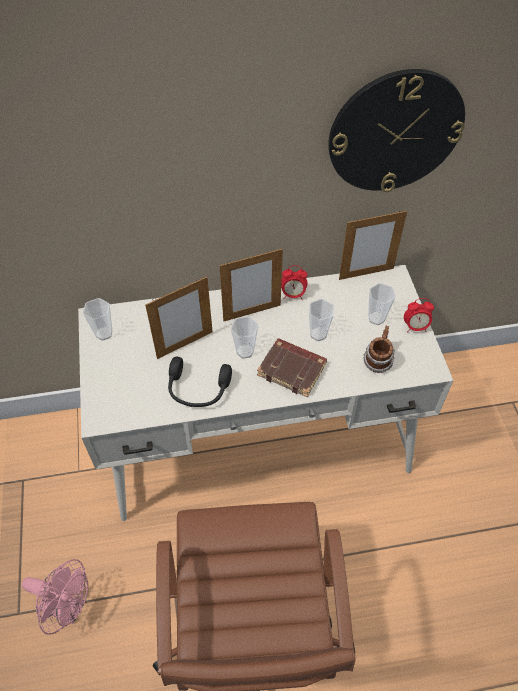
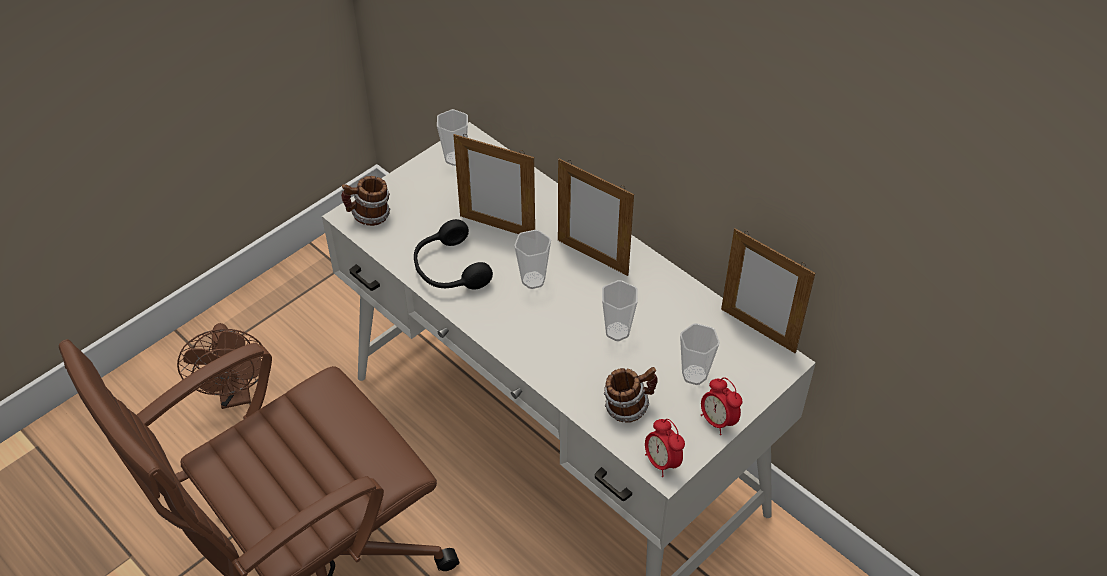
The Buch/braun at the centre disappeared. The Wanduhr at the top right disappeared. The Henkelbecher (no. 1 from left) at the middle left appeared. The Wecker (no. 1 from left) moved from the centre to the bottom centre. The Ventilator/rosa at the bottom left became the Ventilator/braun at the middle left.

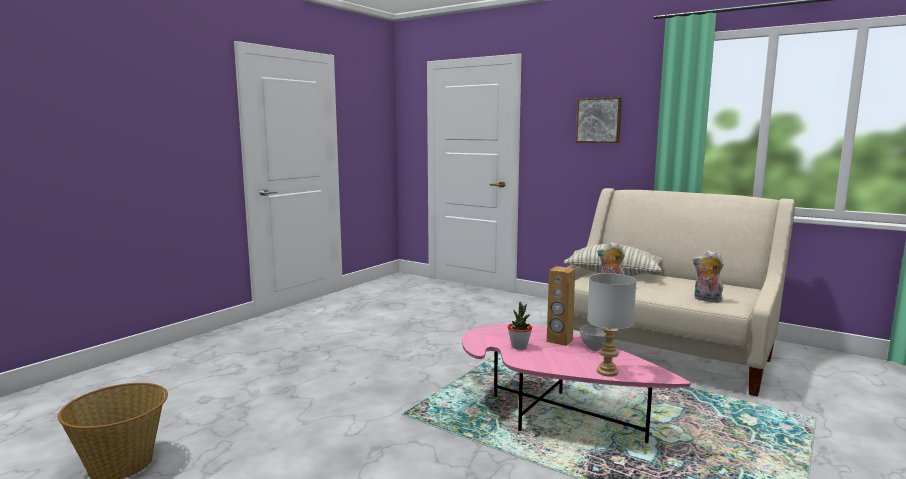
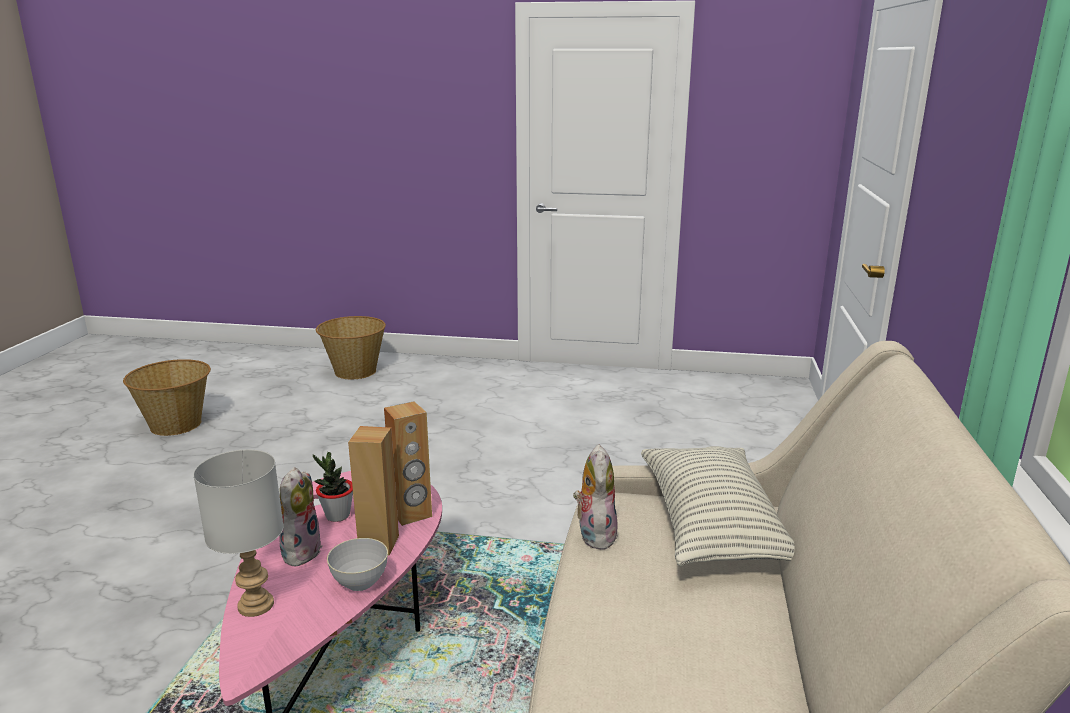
The Bild at the top centre disappeared. The Korb (no. 2 from left) at the middle left appeared. The Lautsprecher/braun (no. 2 from left) at the centre appeared. The Plüschtier (no. 2 from left in the first image) moved from the middle right to the bottom left.

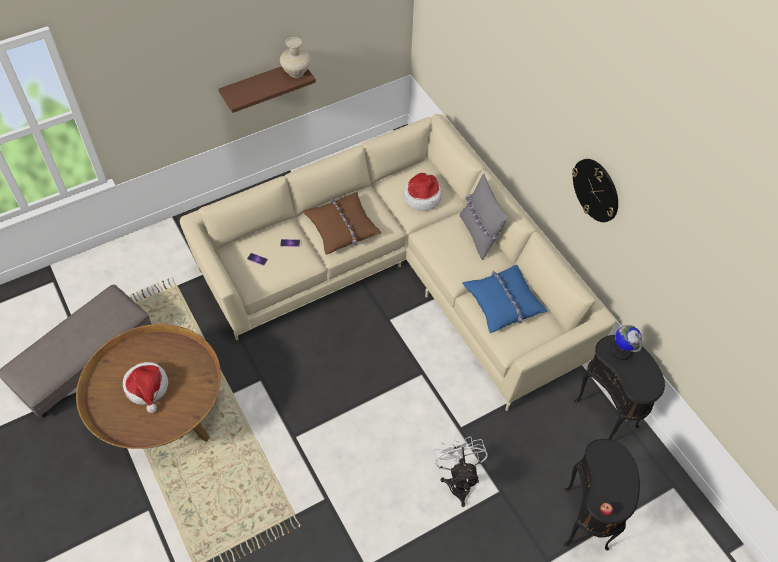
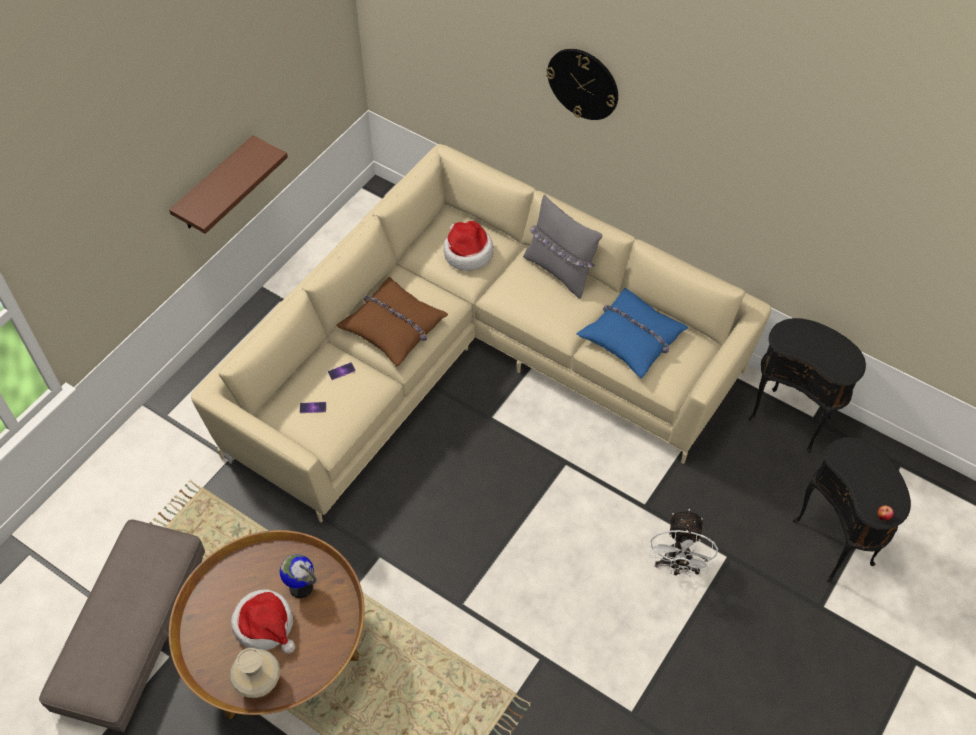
The Vase/beige moved from the top centre to the bottom left. The Wanduhr moved from the middle right to the top centre. The Globus moved from the middle right to the bottom left. The Ventilator/weiß at the bottom centre turned 135 degrees counterclockwise.

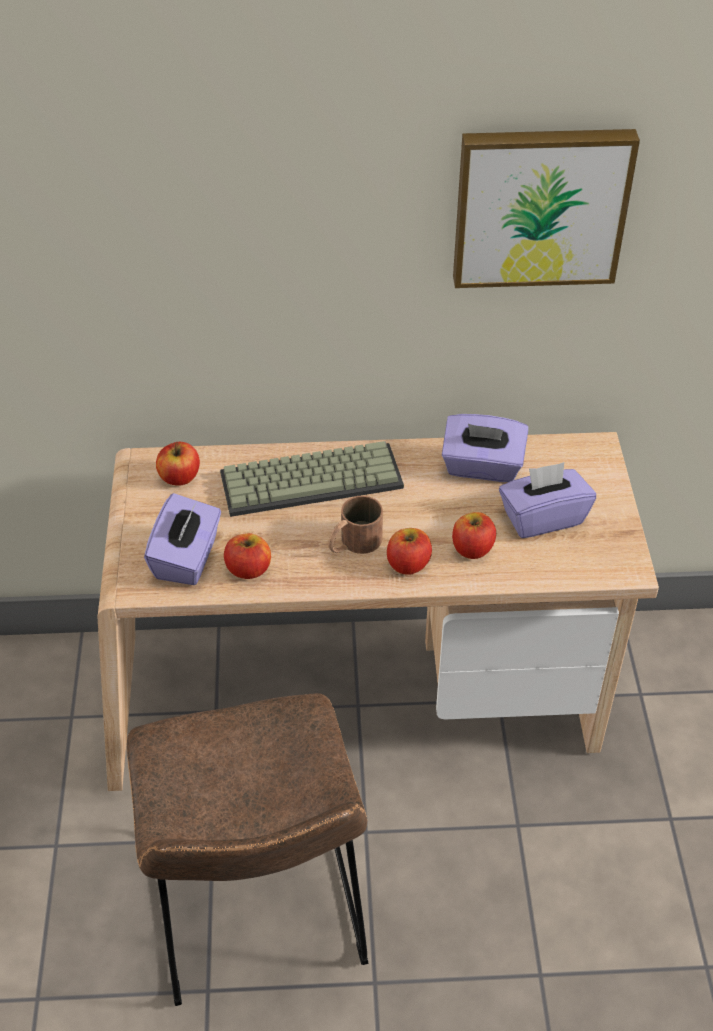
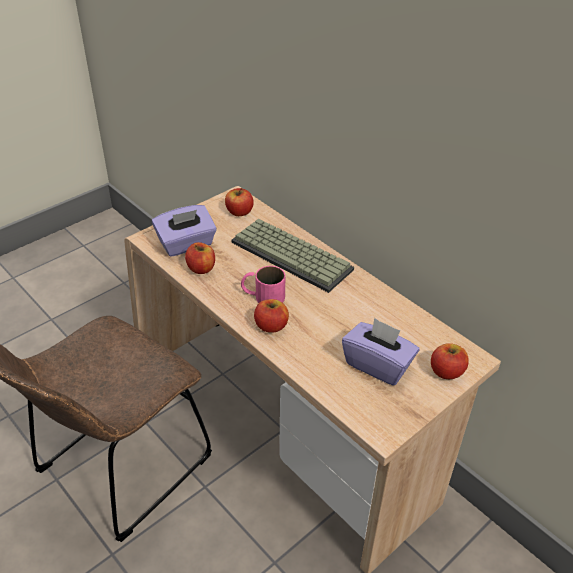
The Taschentuchbox/lila (no. 2 from left) at the middle right disappeared. The Bild at the top right disappeared. The Apfel (no. 4 from left) moved from the centre to the middle right. The Henkelbecher/braun at the centre became the Henkelbecher/rosa at the centre.

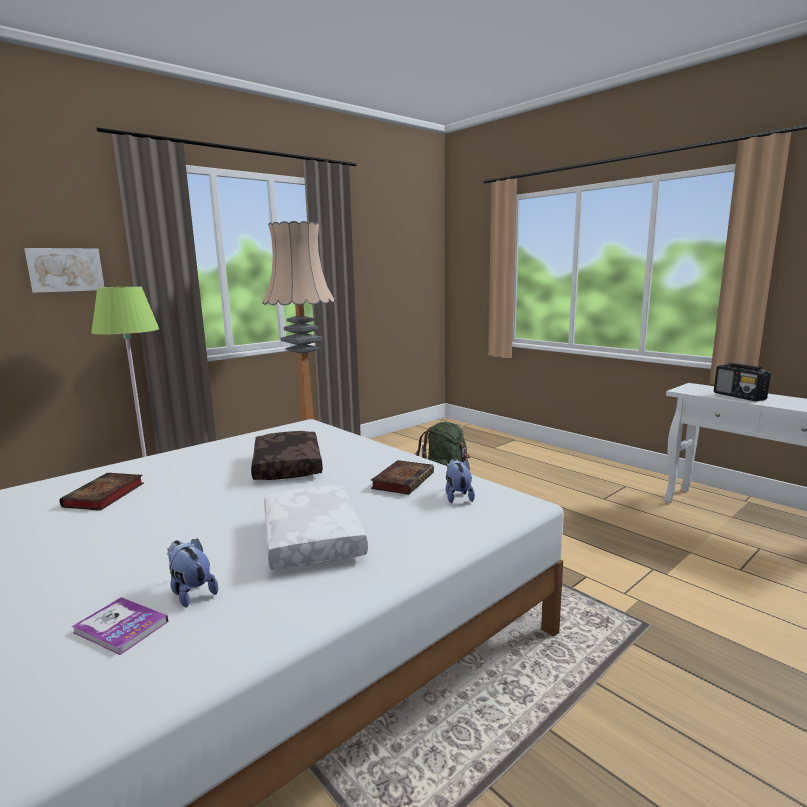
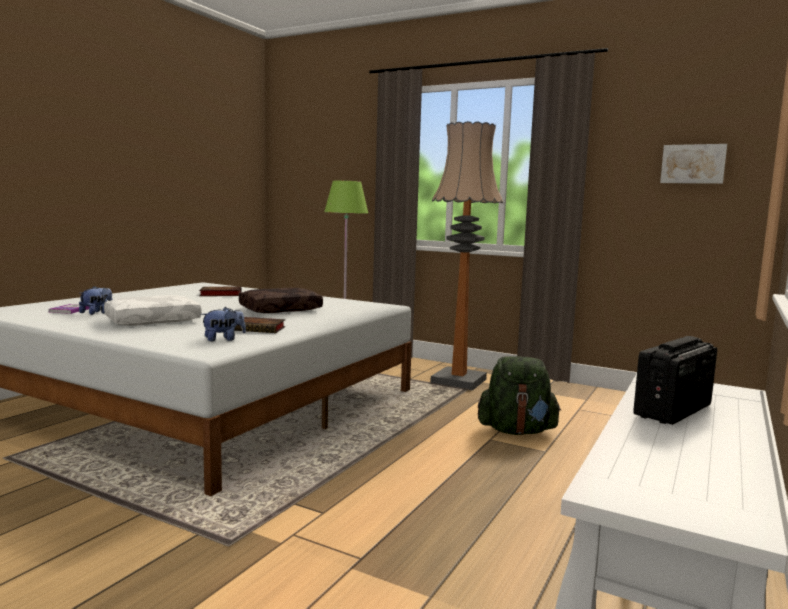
The Bild moved from the middle left to the top right.

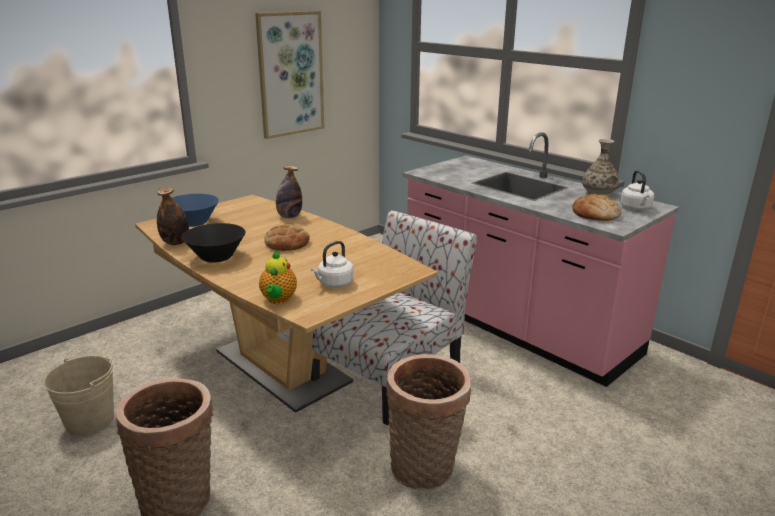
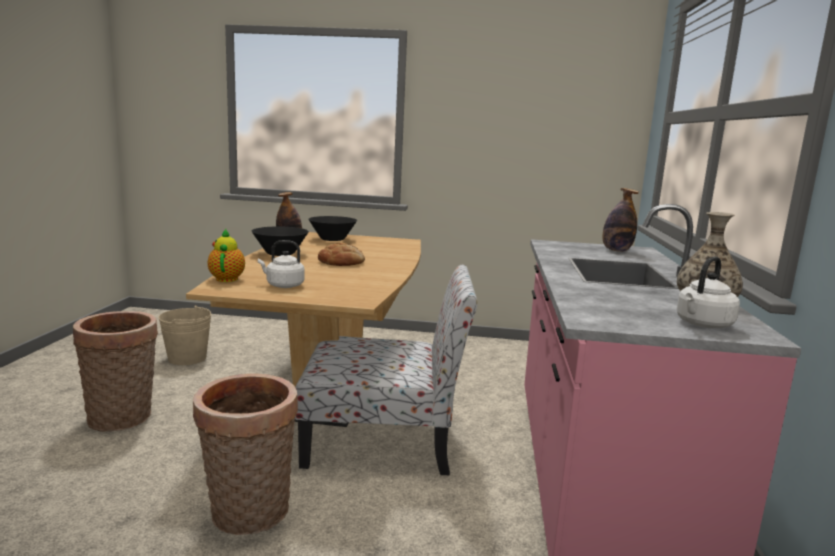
The Bild at the top centre disappeared. The Brot (no. 2 from left) at the middle right disappeared. The Flasche (no. 2 from left) moved from the centre to the middle right. The Schüssel/blau at the middle left became the Schüssel/schwarz (no. 2 from left) at the centre. The Teekanne at the centre turned 120 degrees clockwise.

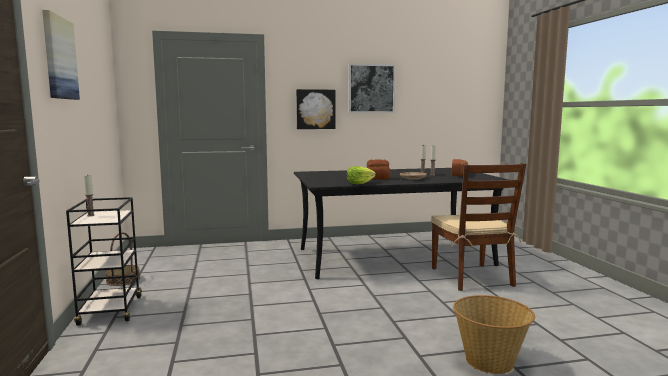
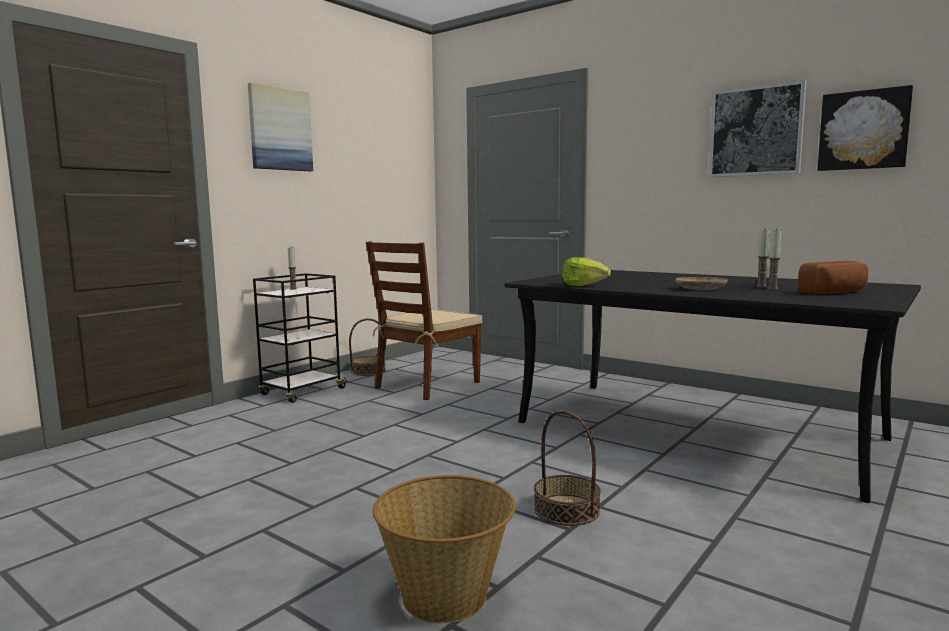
The Brot (no. 1 from left) at the centre disappeared. The Korb (no. 3 from left) at the bottom centre appeared. The Bild (no. 2 from left in the first image) moved from the top centre to the top right. The Stuhl/braun moved from the middle right to the centre.

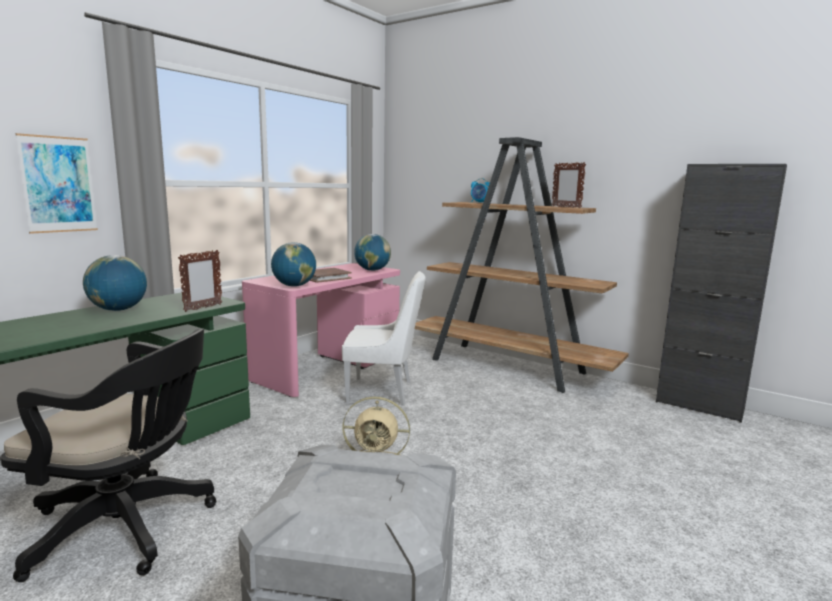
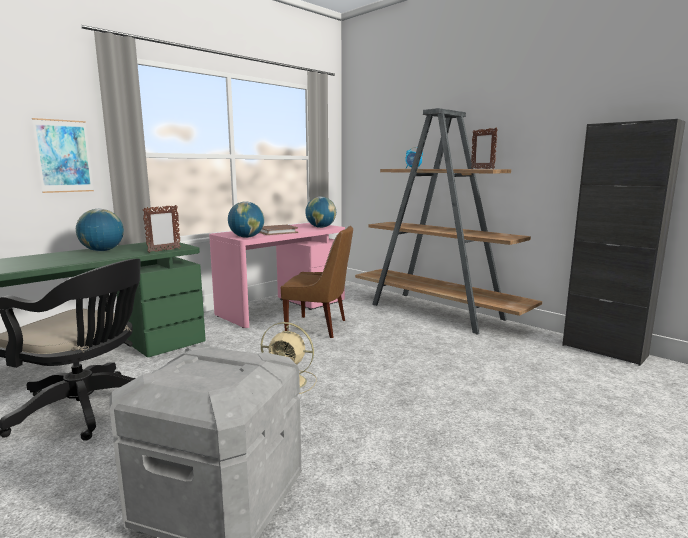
The Stuhl/weiß at the centre became the Stuhl/braun at the centre.

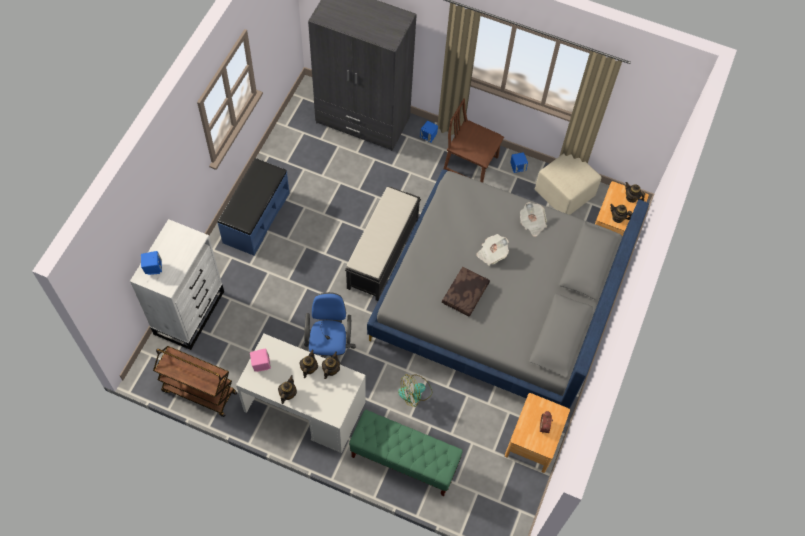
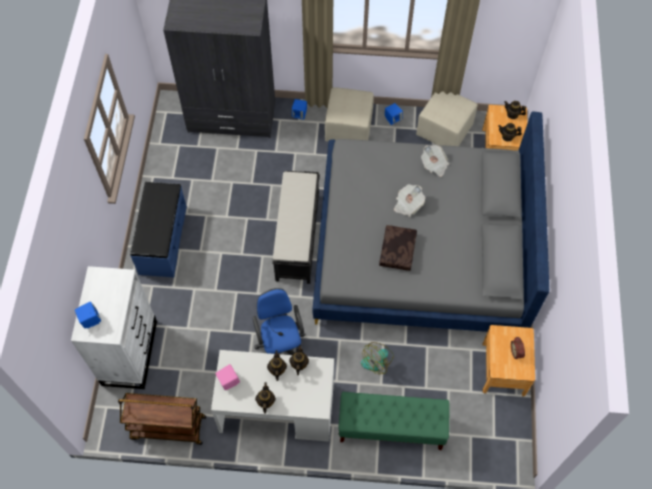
The Stuhl/braun at the top centre was replaced by the Polsterhocker/beige (no. 1 from left) at the top centre.

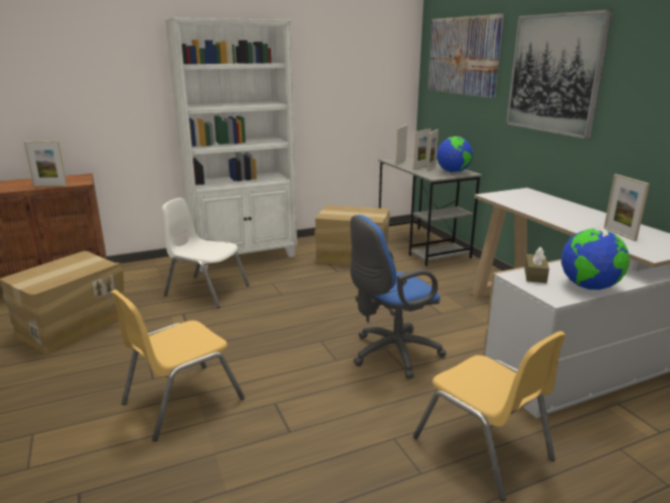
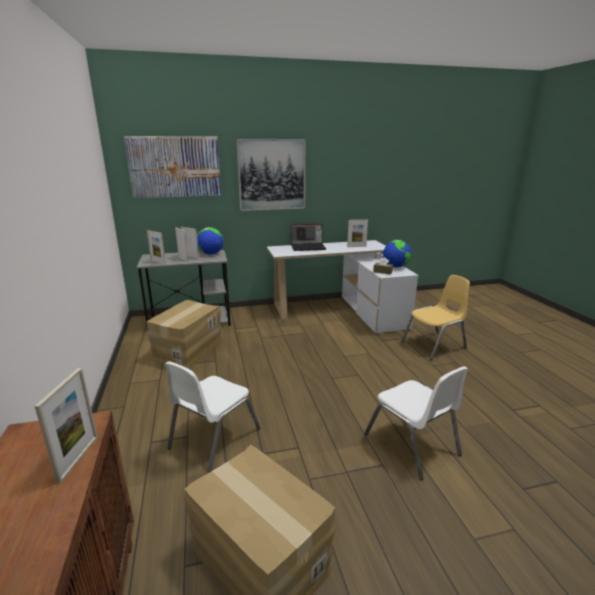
The Bücherregal/weiß at the top centre disappeared. The Bürostuhl/blau at the centre disappeared. The Laptop at the centre appeared. The Stuhl/gelb (no. 1 from left) at the bottom left became the Stuhl/weiß (no. 2 from left) at the bottom right.

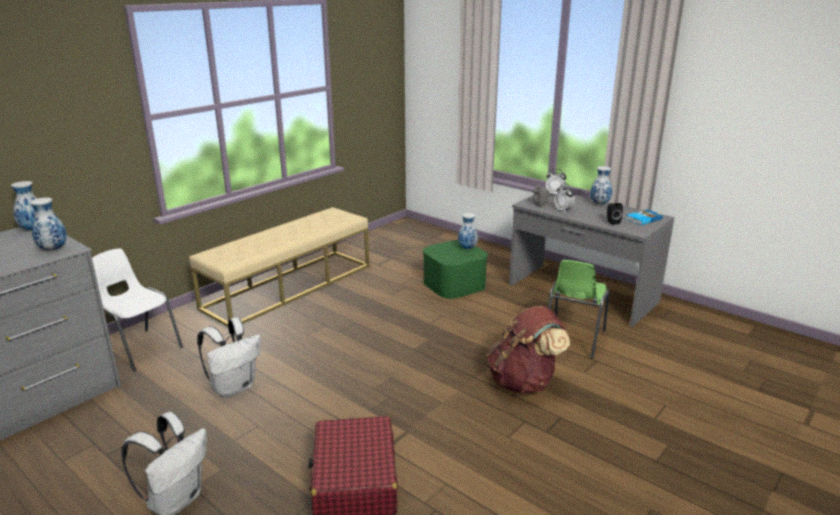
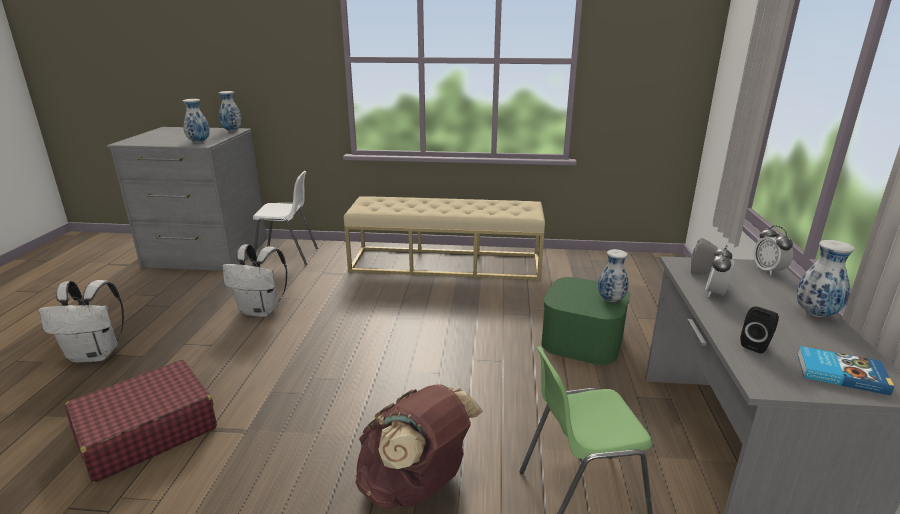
The Stuhl/weiß at the middle left turned 90 degrees clockwise.

